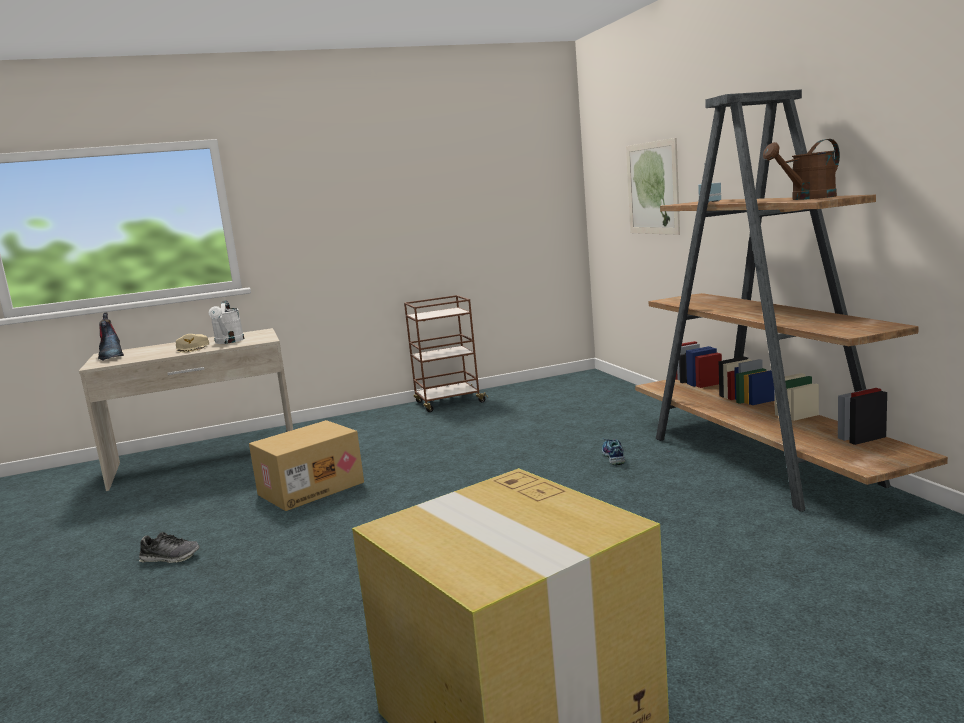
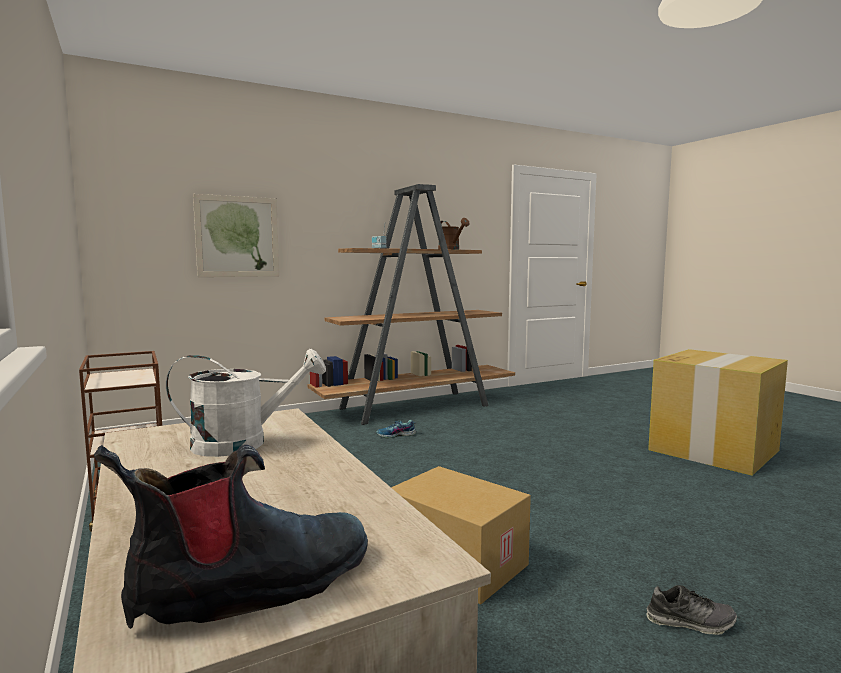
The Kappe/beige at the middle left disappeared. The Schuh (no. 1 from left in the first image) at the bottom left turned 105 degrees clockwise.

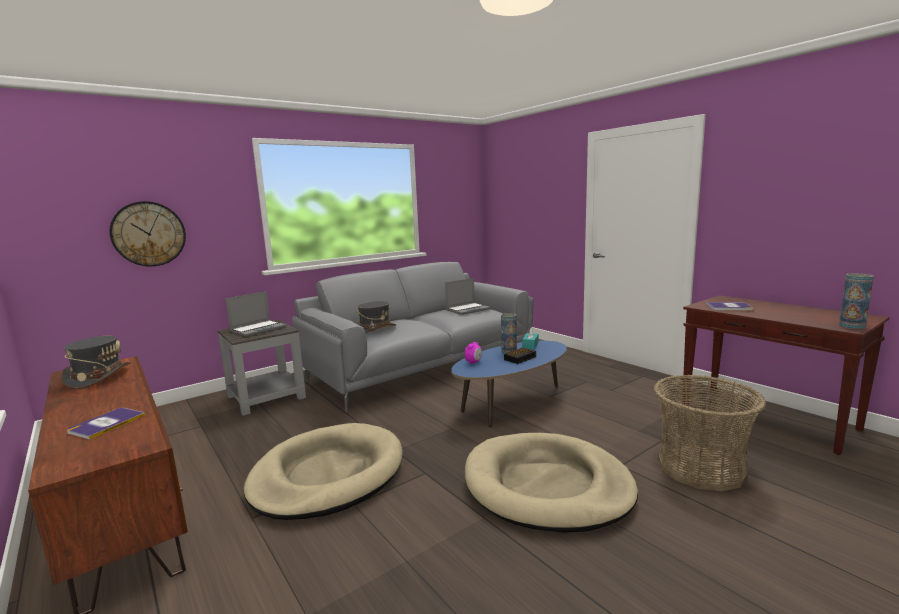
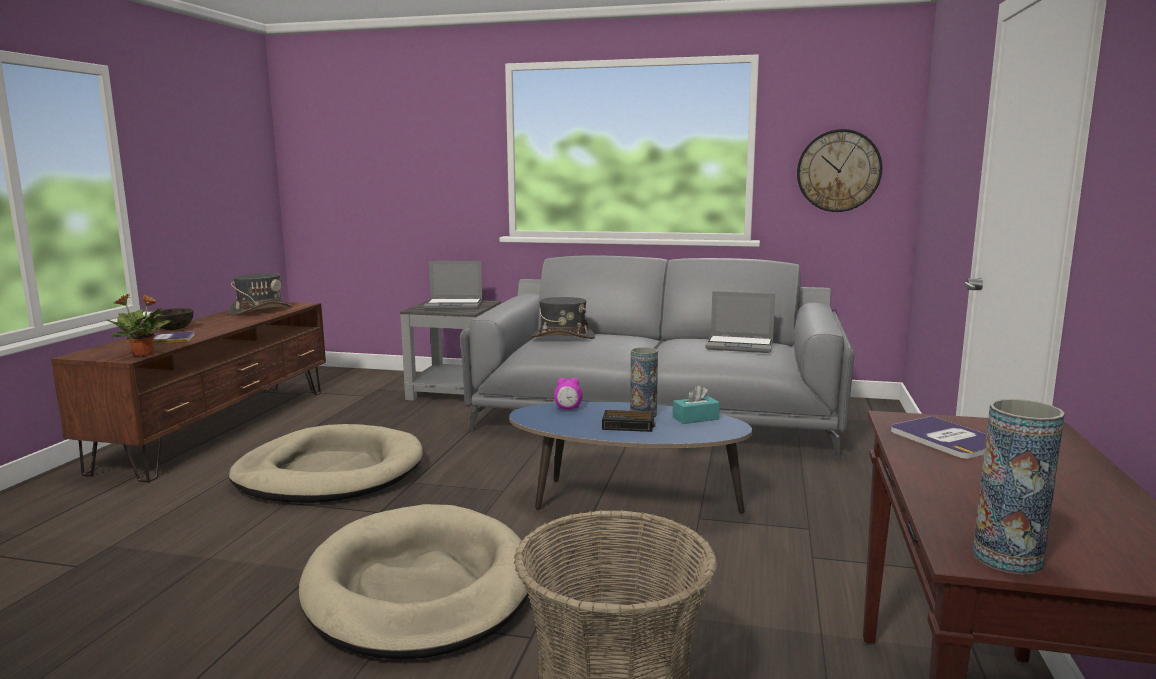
The Topfpflanze at the middle left appeared. The Schüssel/braun at the middle left appeared. The Wanduhr moved from the middle left to the top right.

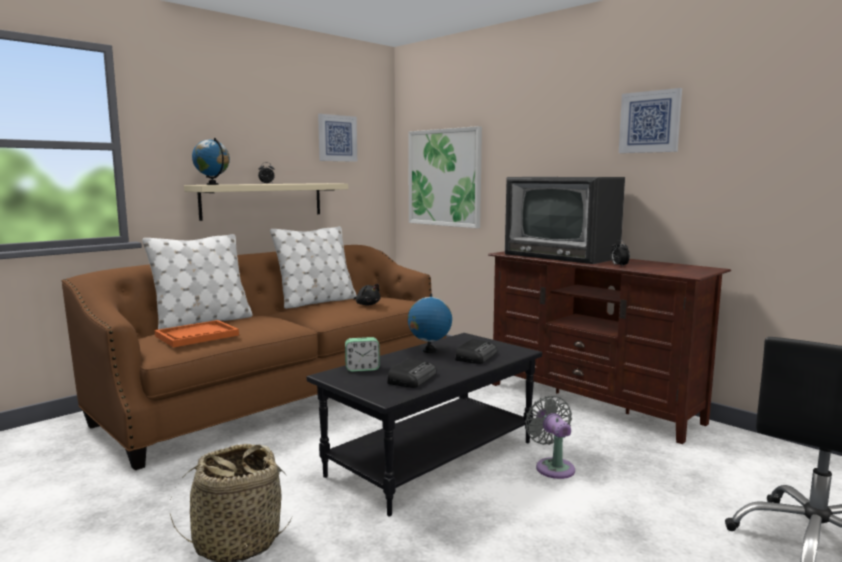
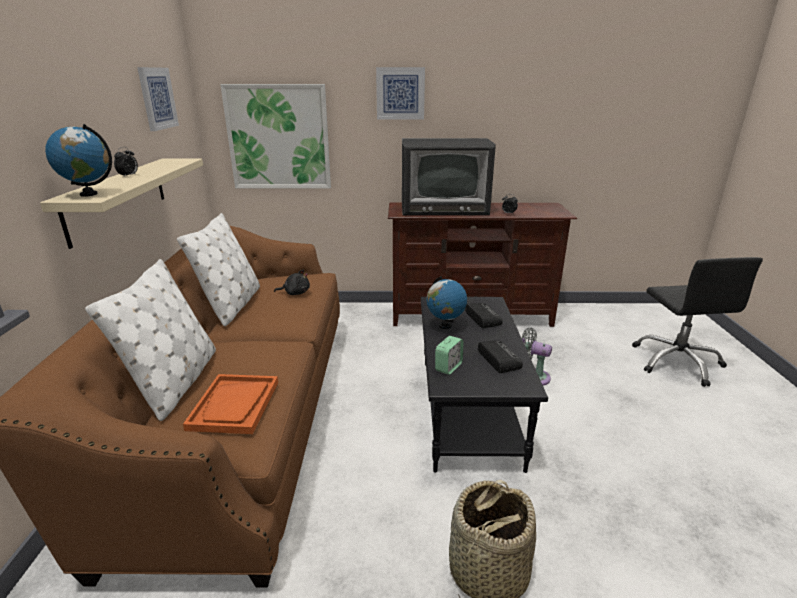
The Bild (no. 3 from left) moved from the top right to the top centre.

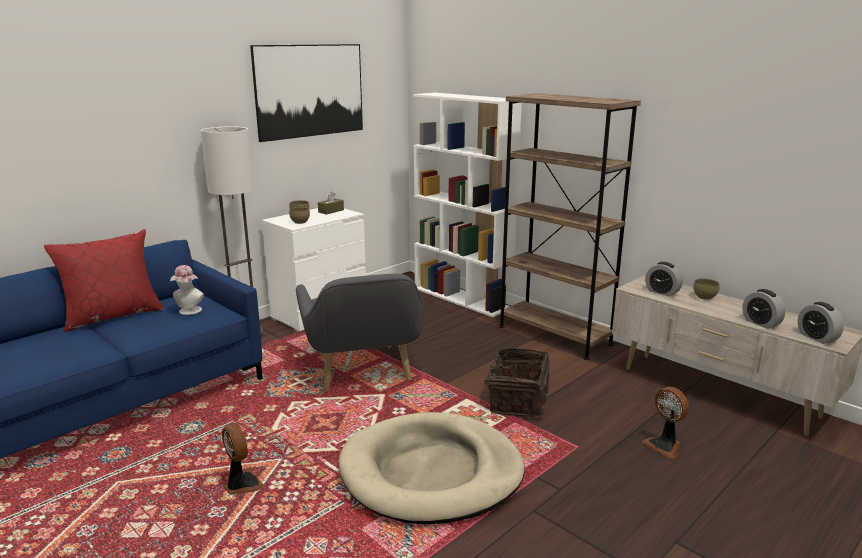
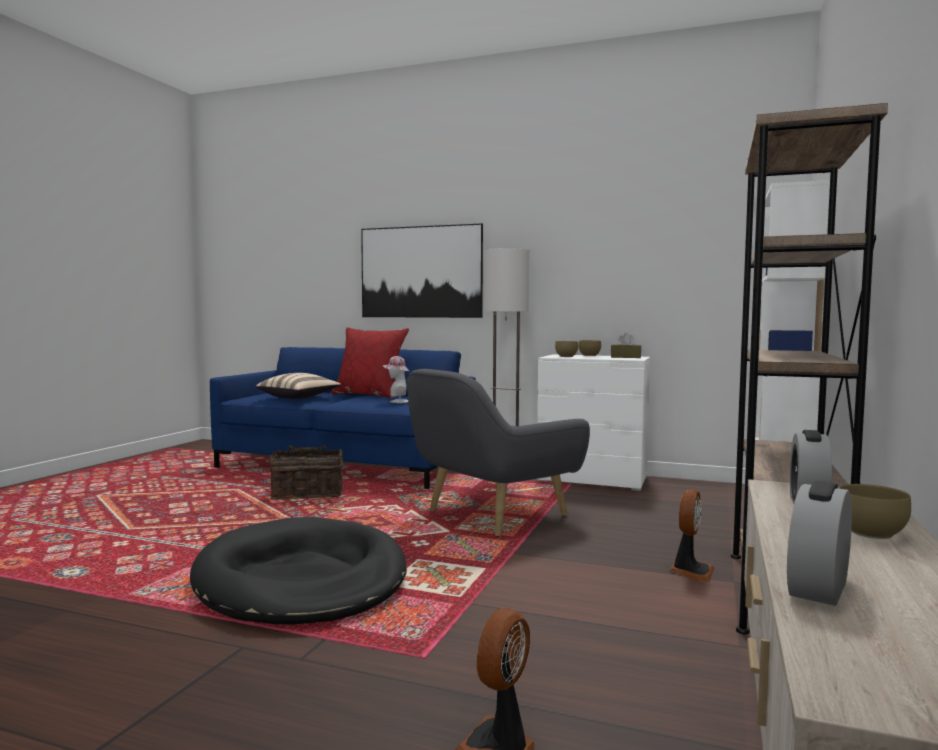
The Wecker (no. 3 from left) at the middle right disappeared. The Kissen/beige at the middle left appeared. The Ventilator (no. 1 from left in the first image) moved from the bottom left to the bottom right. The Bild moved from the top centre to the centre. The Korb moved from the bottom centre to the middle left. The Hundebett/beige at the bottom centre became the Hundebett/schwarz at the bottom left.

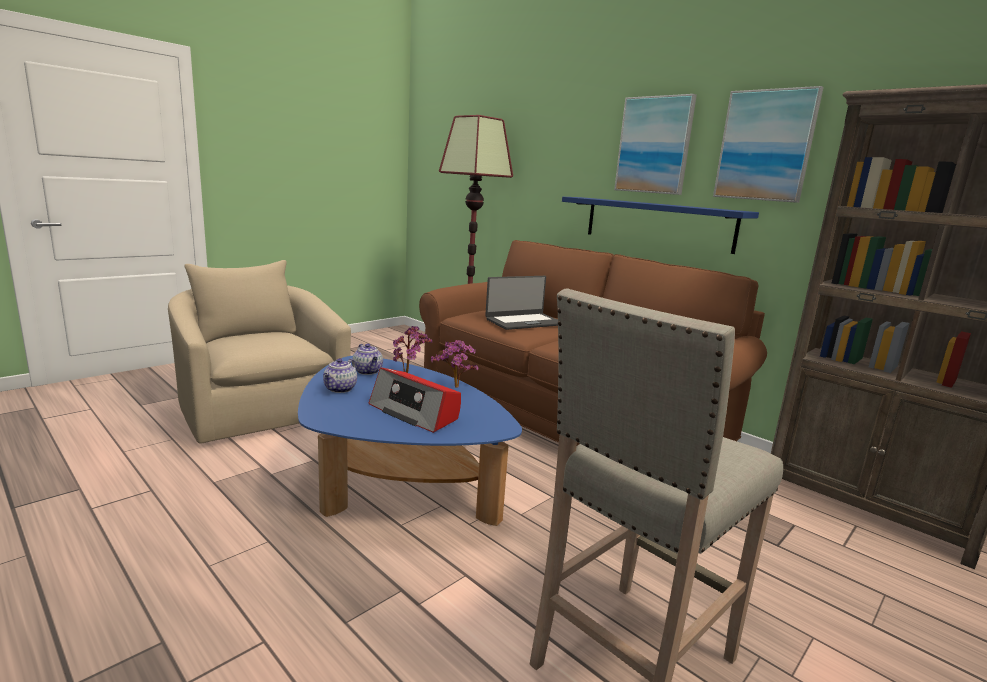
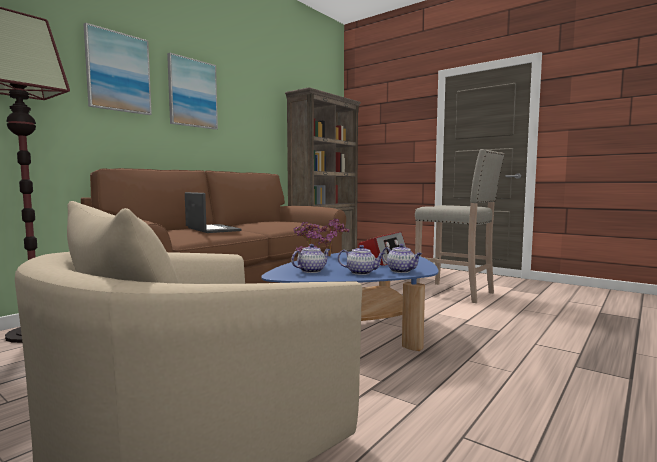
The Wandregal/blau at the top right disappeared. The Teekanne (no. 3 from left) at the centre appeared. The Bild (no. 2 from left in the first image) moved from the top right to the top left.

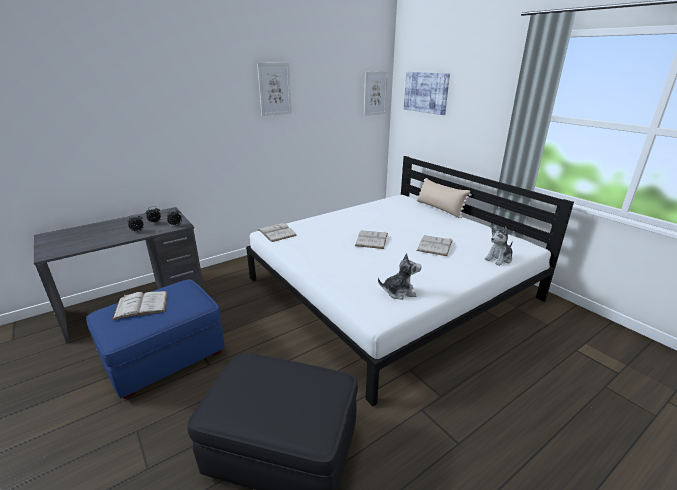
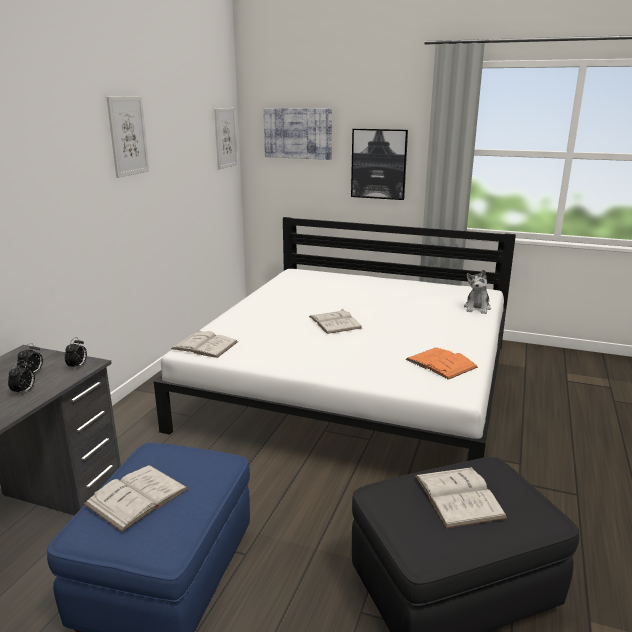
The Kissen/beige at the centre disappeared. The Bild (no. 4 from left) at the top centre appeared. The Buch/weiß (no. 4 from left) moved from the centre to the bottom right. The Plüschtier (no. 1 from left) at the centre was replaced by the Buch/orange at the middle right.

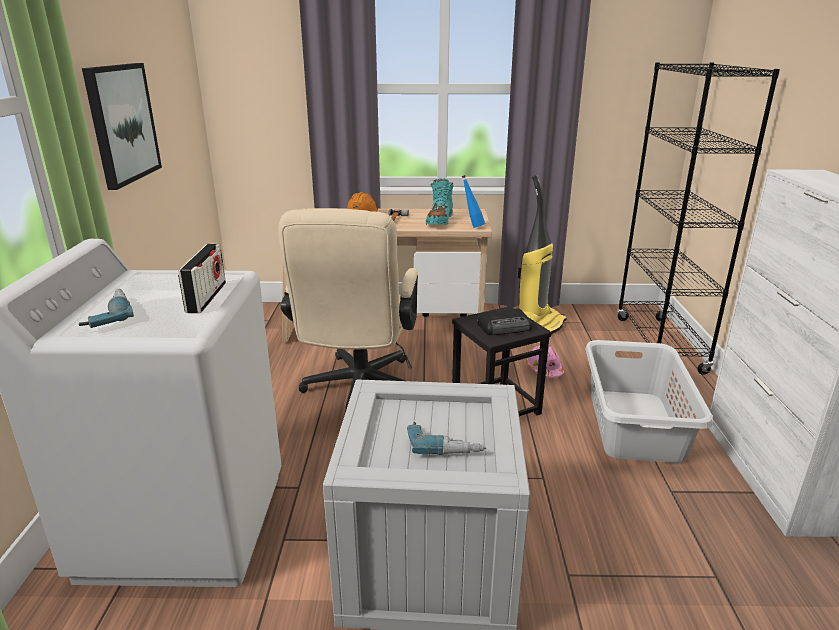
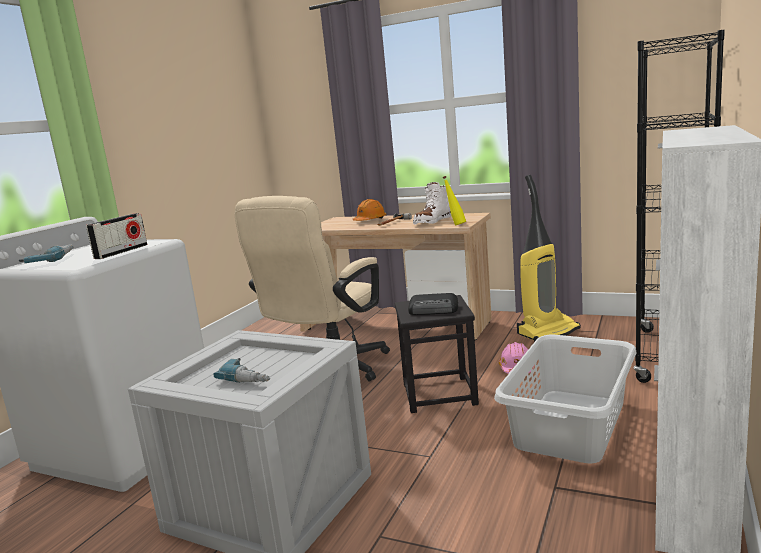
The Bild at the top left disappeared. The Stiefel/türkis at the top centre became the Stiefel/weiß at the centre. The Flasche/blau at the top centre became the Flasche/gelb at the centre.

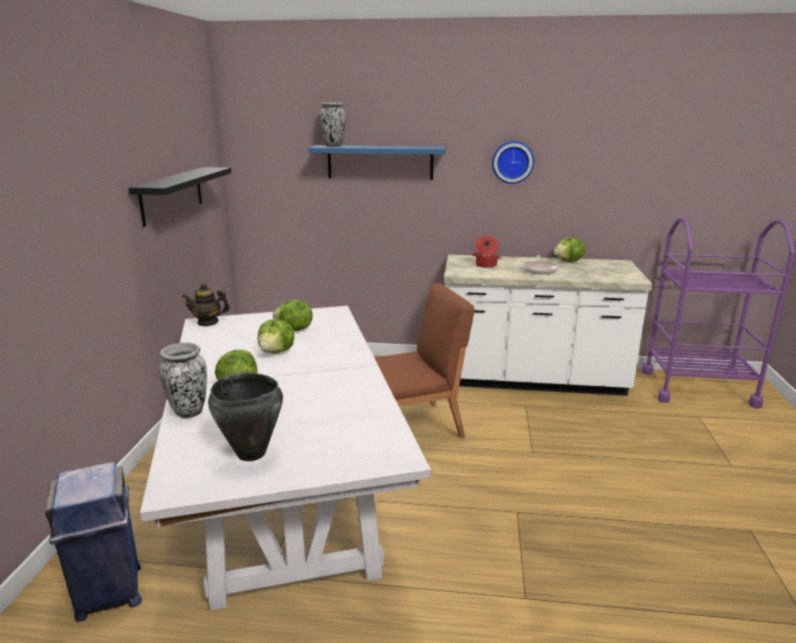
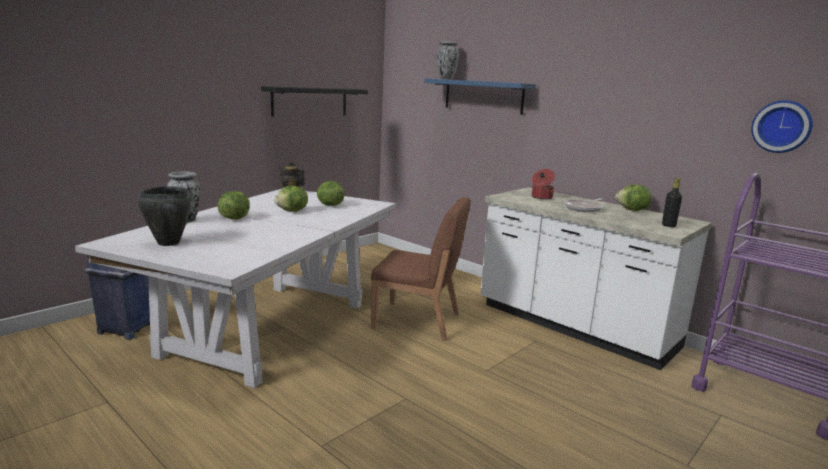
The Flasche/schwarz at the middle right appeared. The Wanduhr moved from the top centre to the top right.

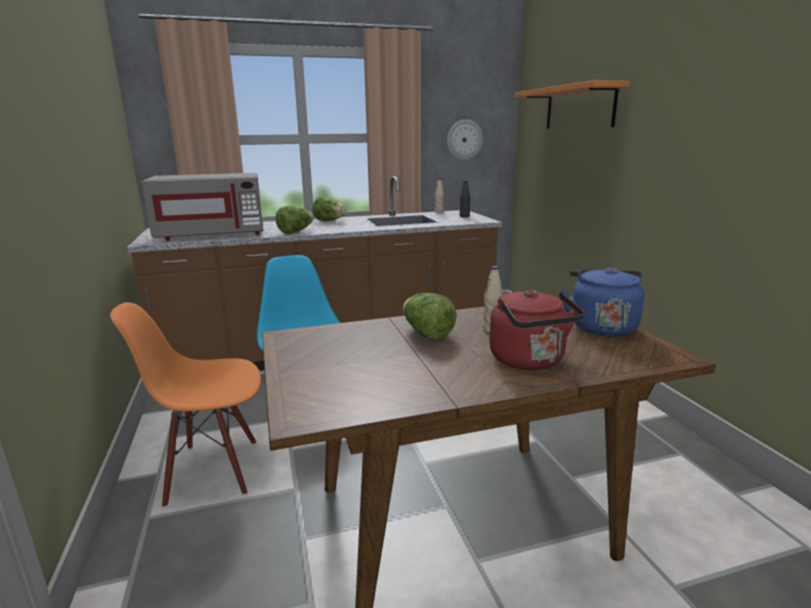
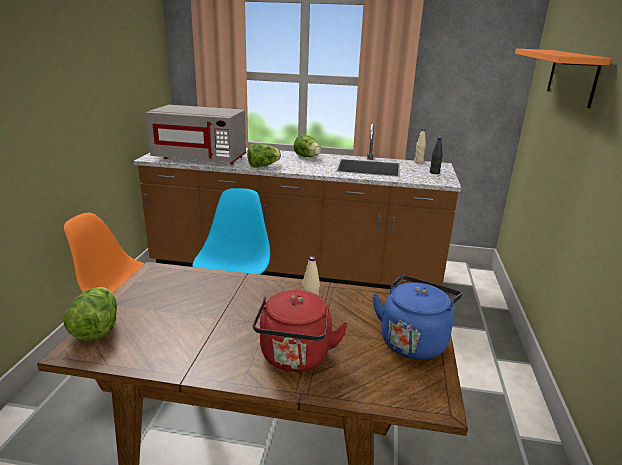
The Wanduhr at the top centre disappeared. The Salatkopf (no. 3 from left in the first image) moved from the centre to the bottom left.

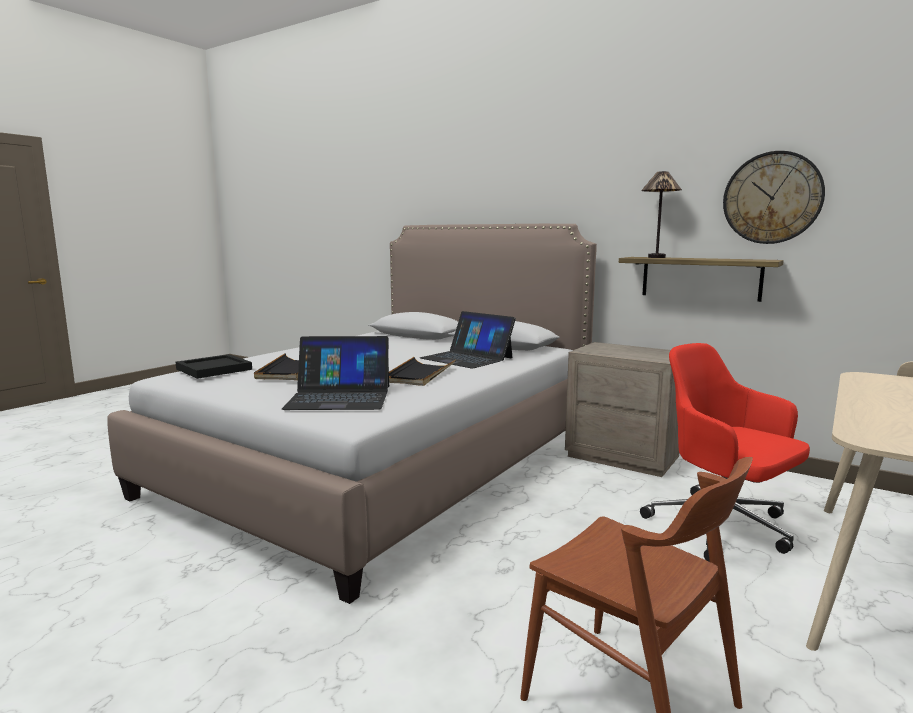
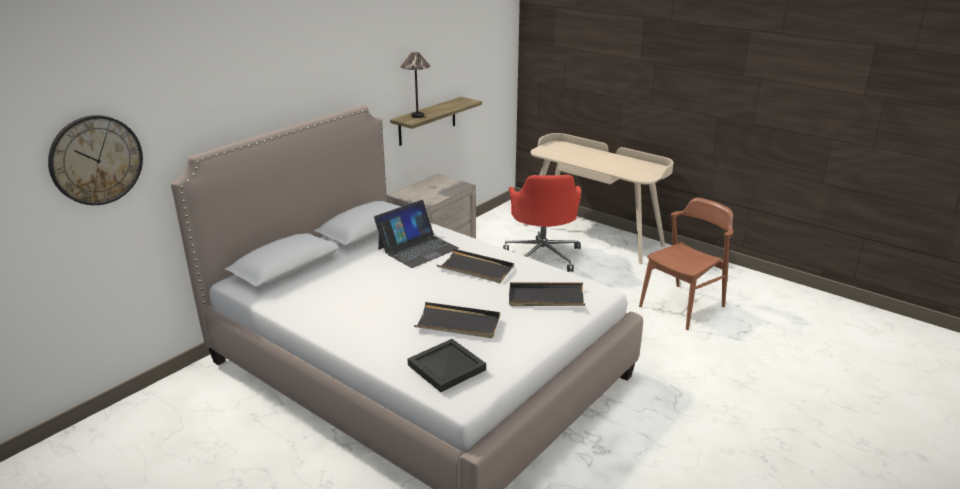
The Wanduhr moved from the top right to the top left. The Laptop (no. 1 from left) at the centre was replaced by the Tablett/schwarz (no. 4 from left) at the centre. The Bürostuhl/rot at the middle right turned 60 degrees counterclockwise.

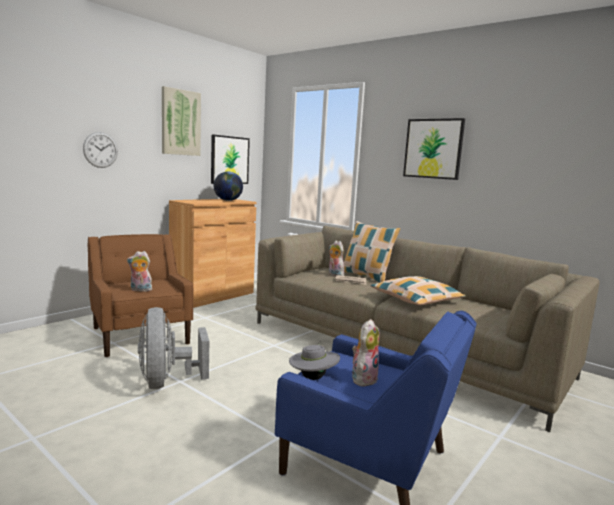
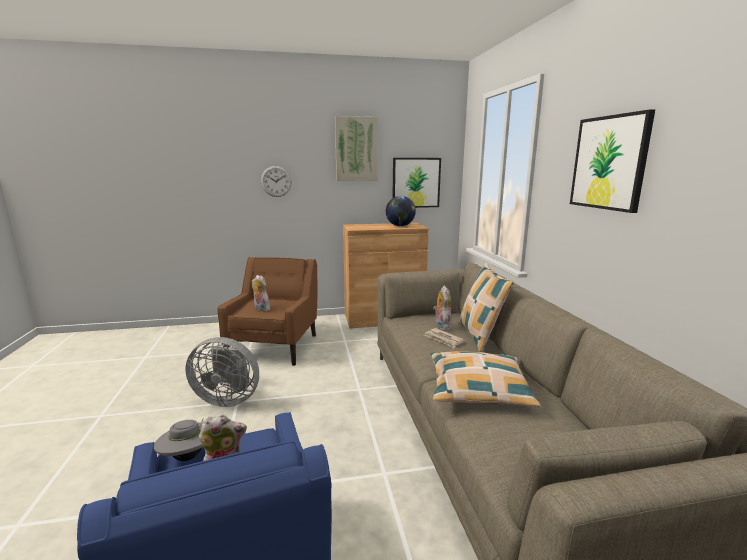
The Ventilator/grau at the bottom left turned 105 degrees counterclockwise.

